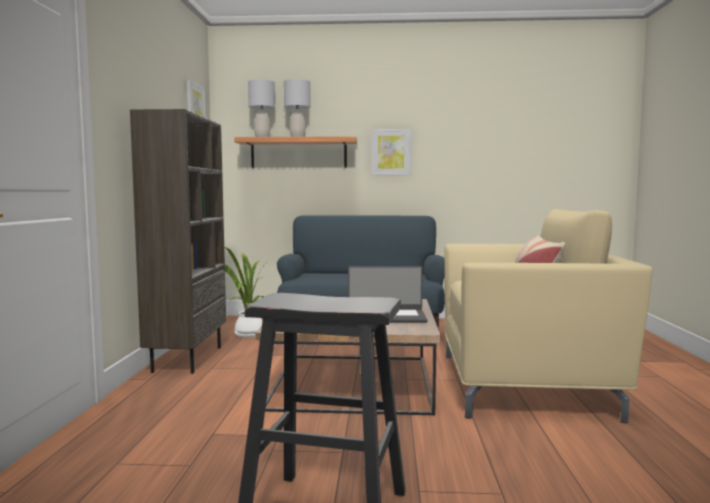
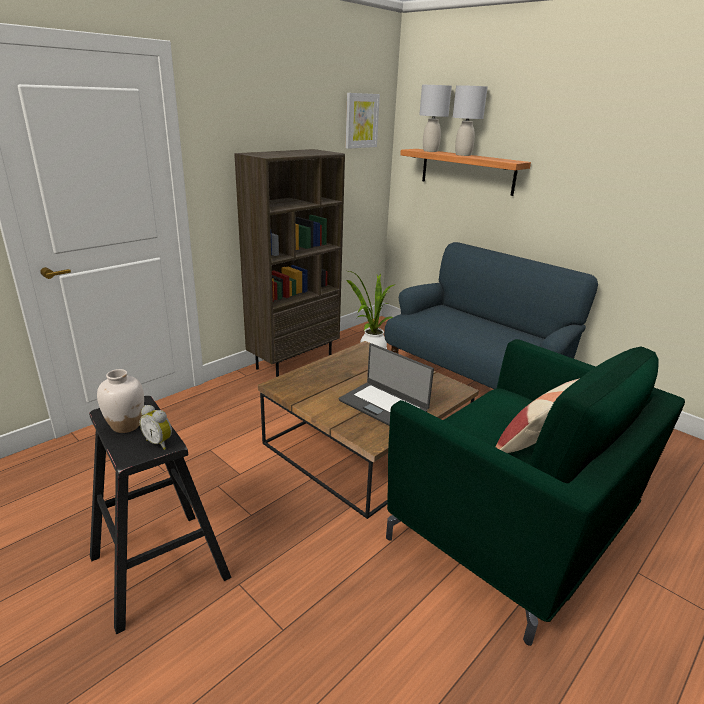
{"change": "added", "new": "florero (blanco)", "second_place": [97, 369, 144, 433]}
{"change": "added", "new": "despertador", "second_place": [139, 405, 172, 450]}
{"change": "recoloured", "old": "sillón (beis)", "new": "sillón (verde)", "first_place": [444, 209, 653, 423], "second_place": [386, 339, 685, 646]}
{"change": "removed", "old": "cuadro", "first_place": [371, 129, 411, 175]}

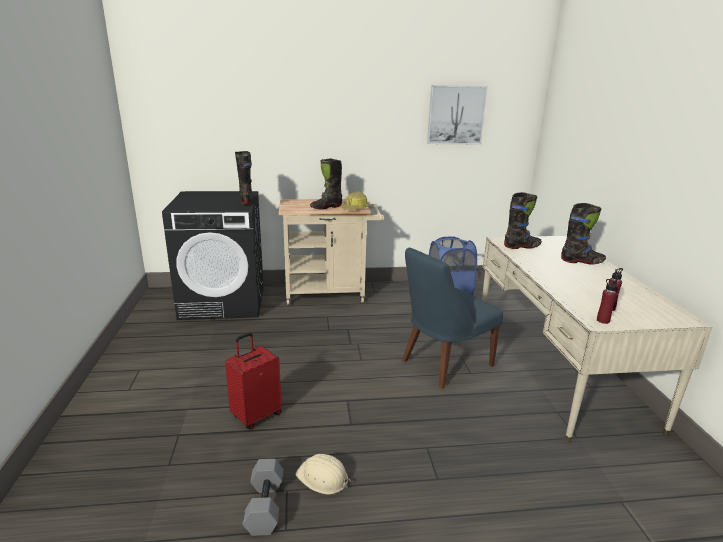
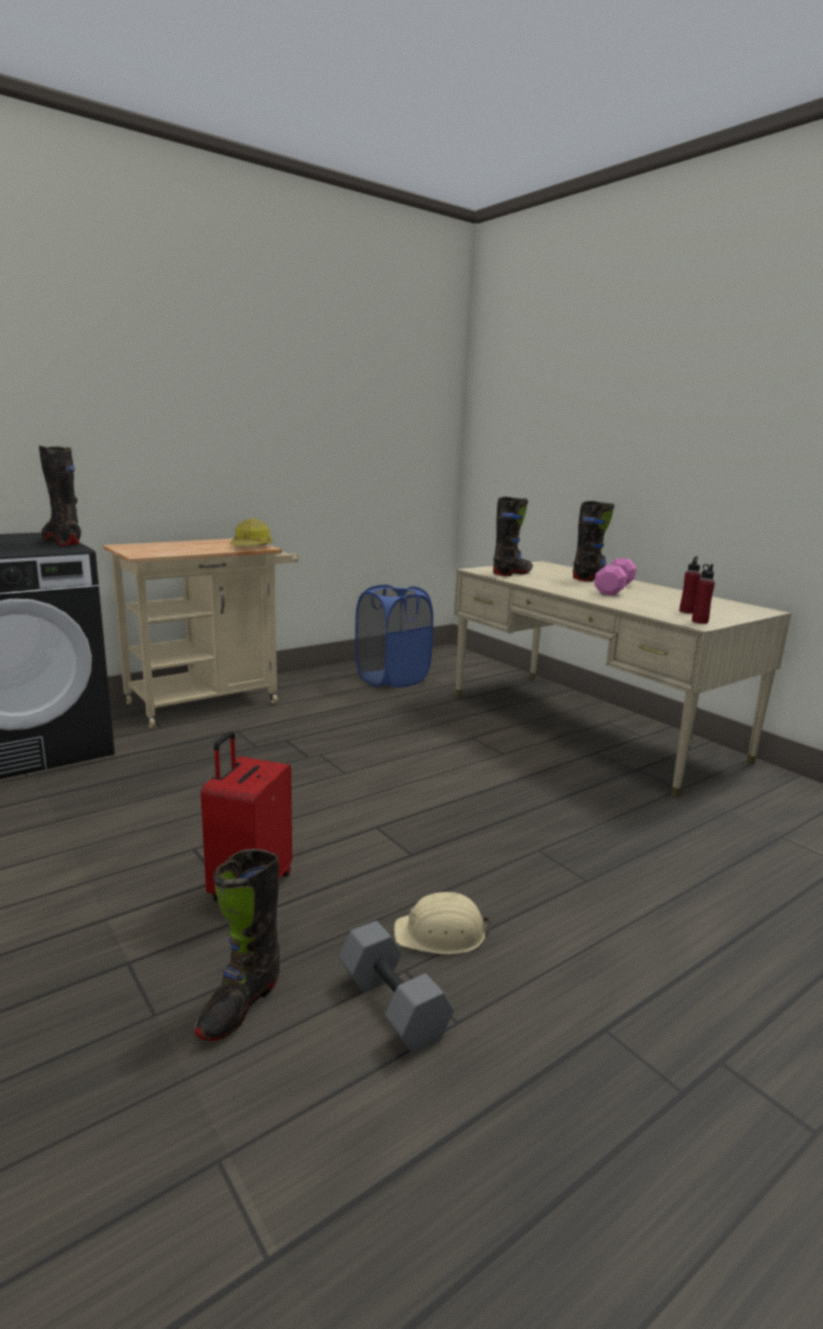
{"change": "moved", "old": "bota (negro)", "first_place": [310, 159, 342, 210], "second_place": [193, 849, 280, 1041]}
{"change": "added", "new": "mancuerna (rosa)", "second_place": [594, 558, 637, 596]}
{"change": "removed", "old": "silla (azul)", "first_place": [402, 248, 503, 389]}
{"change": "removed", "old": "cuadro", "first_place": [427, 85, 488, 144]}

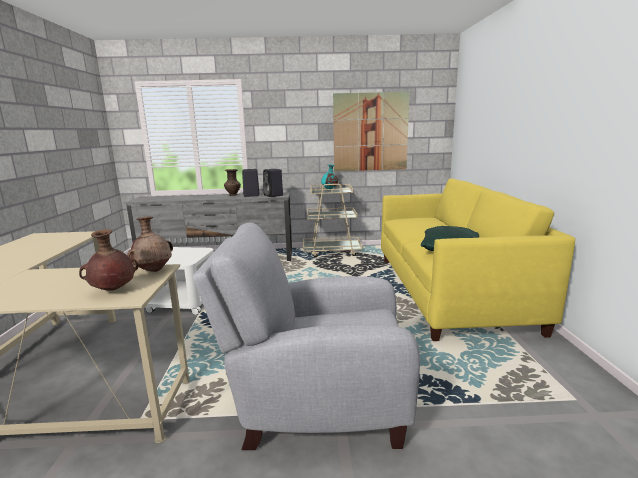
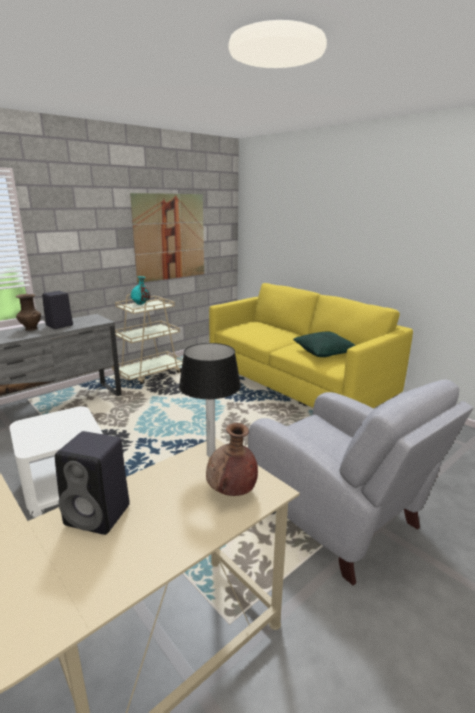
{"change": "moved", "old": "altavoz (negro)", "first_place": [263, 169, 283, 197], "second_place": [55, 431, 130, 535]}
{"change": "replaced", "old": "florero (marrón)", "new": "lámpara de mesa", "first_place": [127, 217, 173, 272], "second_place": [179, 343, 241, 457]}
{"change": "turned", "old": "sillón (gris)", "first_place": [193, 223, 420, 450], "second_place": [248, 380, 473, 586], "degrees": -90}

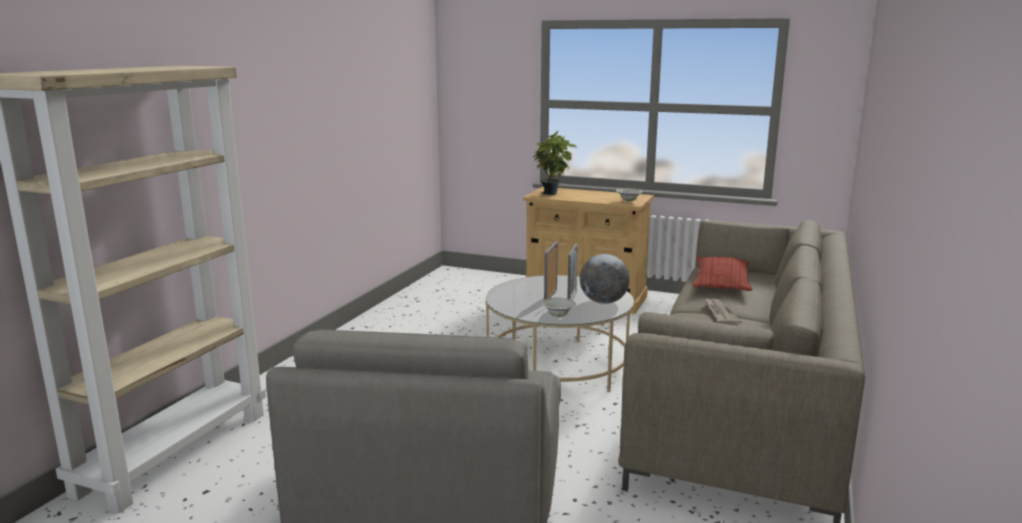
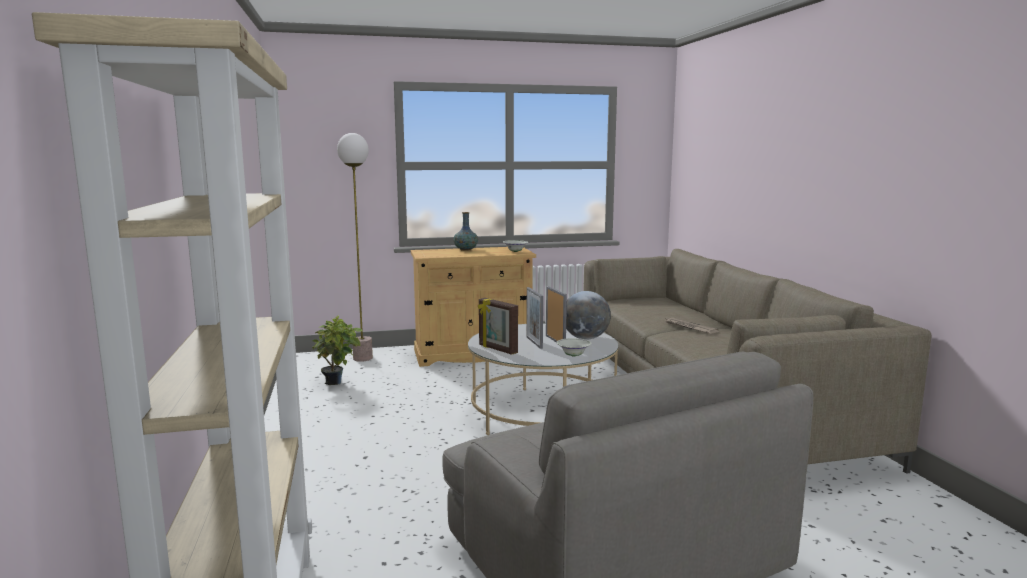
{"change": "moved", "old": "planta en maceta", "first_place": [534, 131, 578, 195], "second_place": [312, 315, 363, 385]}
{"change": "added", "new": "lámpara de pie", "second_place": [337, 133, 373, 362]}
{"change": "added", "new": "florero", "second_place": [453, 212, 478, 251]}
{"change": "added", "new": "portarretratos", "second_place": [478, 298, 518, 355]}
{"change": "removed", "old": "cojín", "first_place": [692, 256, 752, 291]}

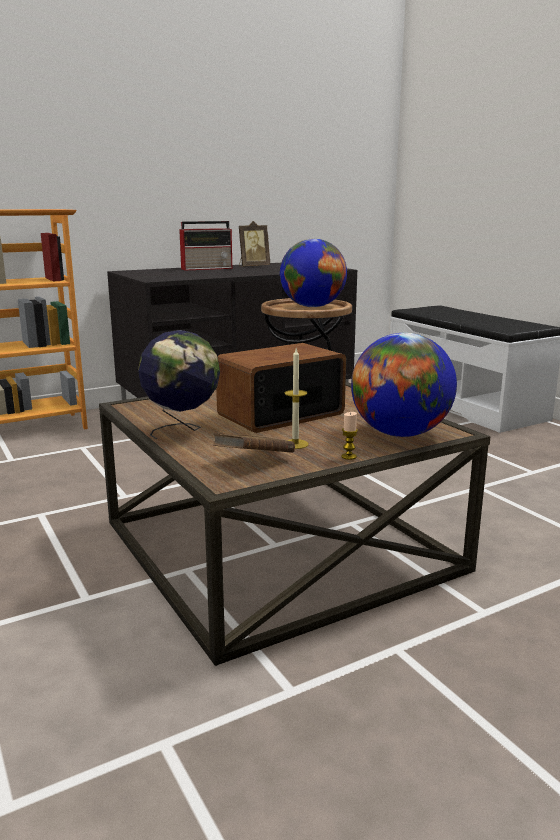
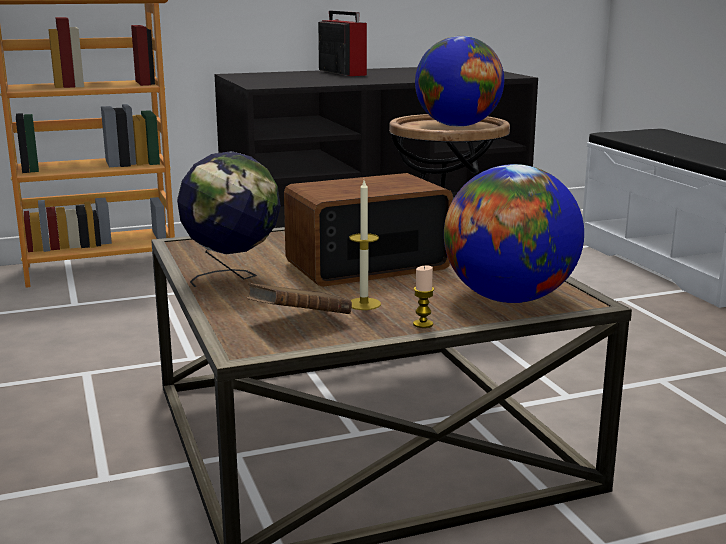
{"change": "turned", "old": "radio", "first_place": [179, 221, 233, 271], "second_place": [318, 11, 367, 76], "degrees": -105}
{"change": "removed", "old": "portarretratos", "first_place": [239, 221, 270, 267]}

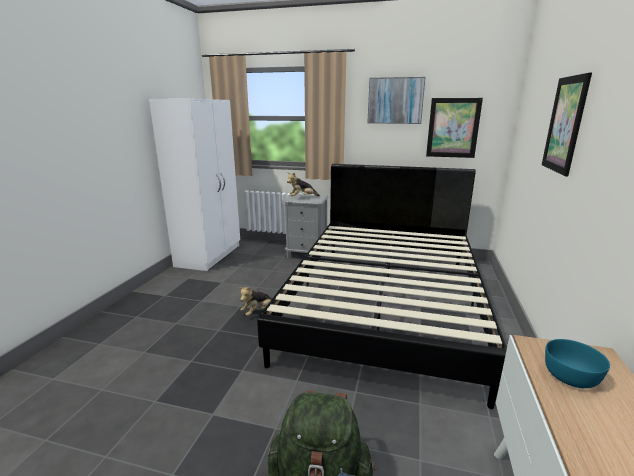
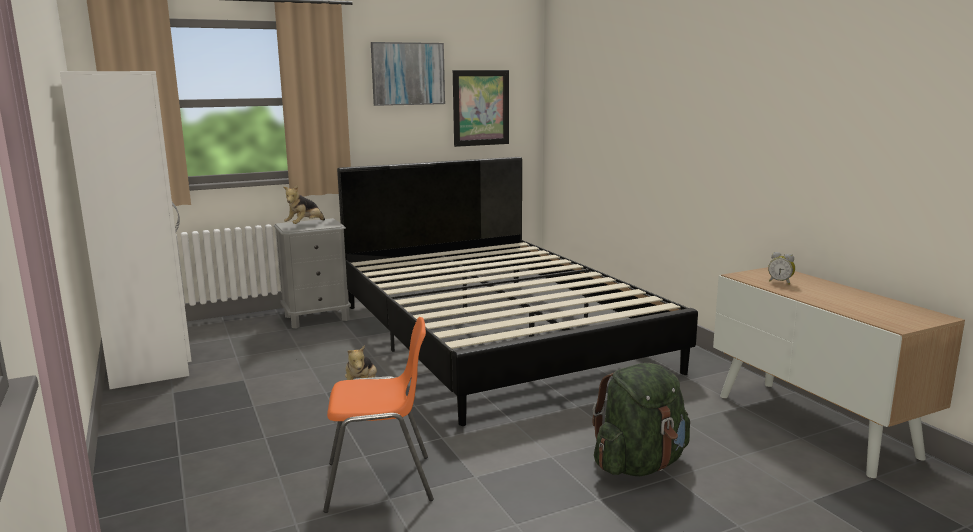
{"change": "added", "new": "silla (naranja)", "second_place": [323, 317, 434, 513]}
{"change": "replaced", "old": "cuenco (turquesa)", "new": "despertador", "first_place": [545, 339, 610, 388], "second_place": [768, 252, 795, 285]}
{"change": "removed", "old": "cuadro", "first_place": [542, 73, 592, 177]}

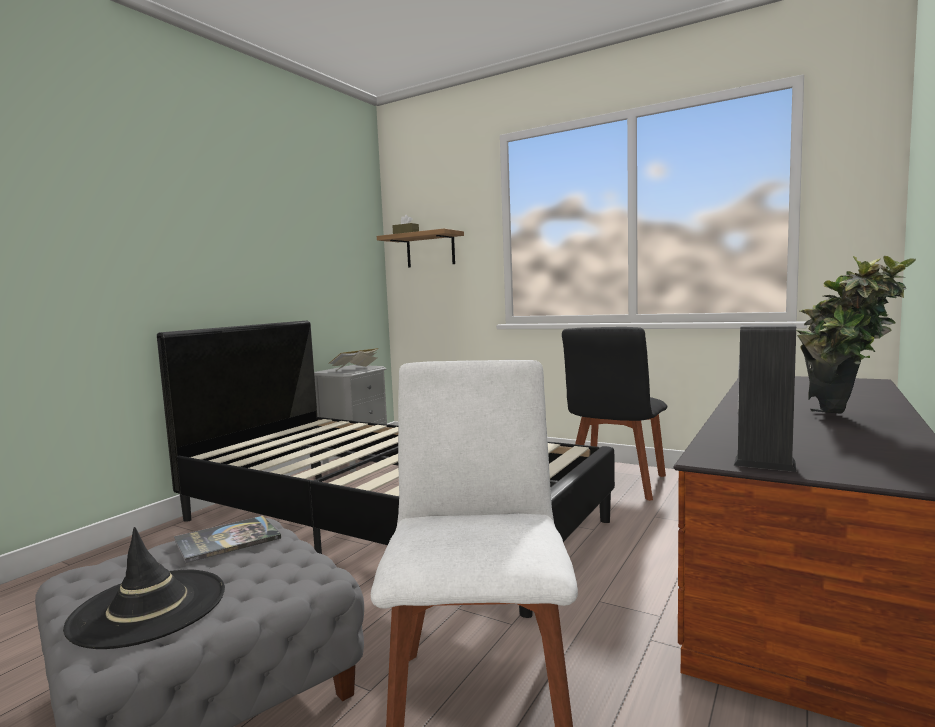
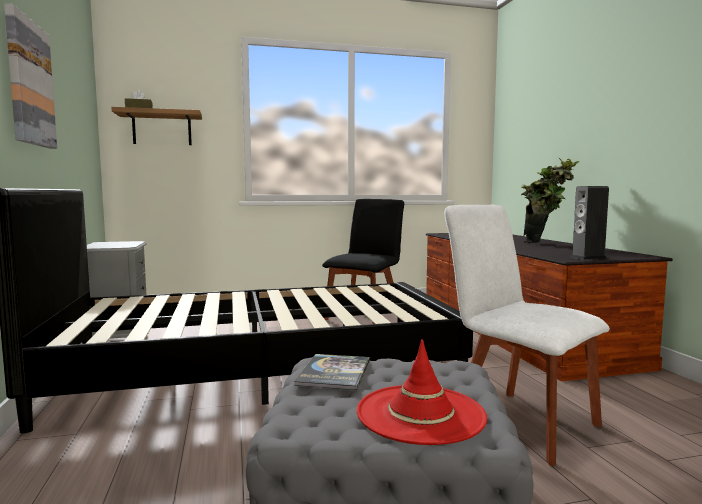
{"change": "added", "new": "cuadro", "second_place": [4, 3, 57, 149]}
{"change": "turned", "old": "silla (negro)", "first_place": [562, 327, 667, 501], "second_place": [322, 199, 404, 324], "degrees": -135}
{"change": "recoloured", "old": "sombrero (negro)", "new": "sombrero (rojo)", "first_place": [63, 527, 225, 649], "second_place": [357, 339, 487, 445]}
{"change": "removed", "old": "libro", "first_place": [328, 348, 378, 371]}

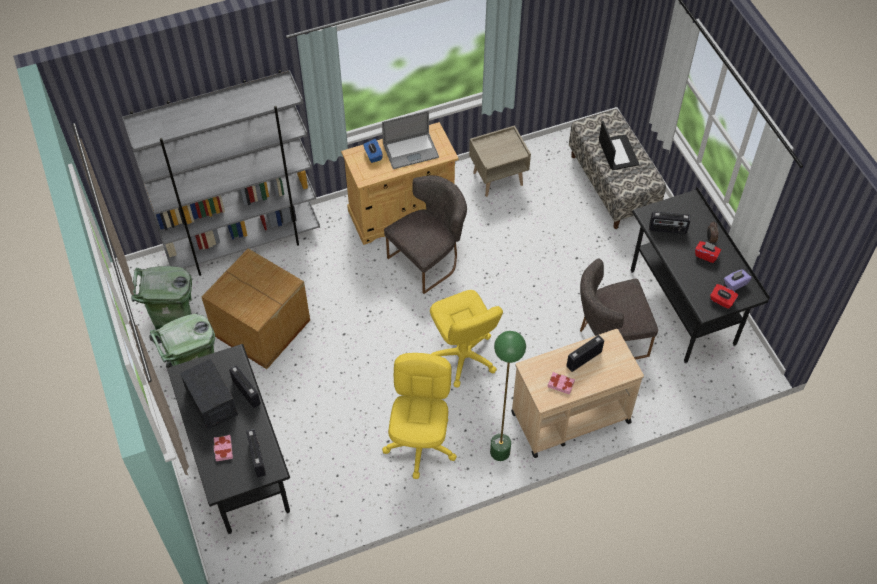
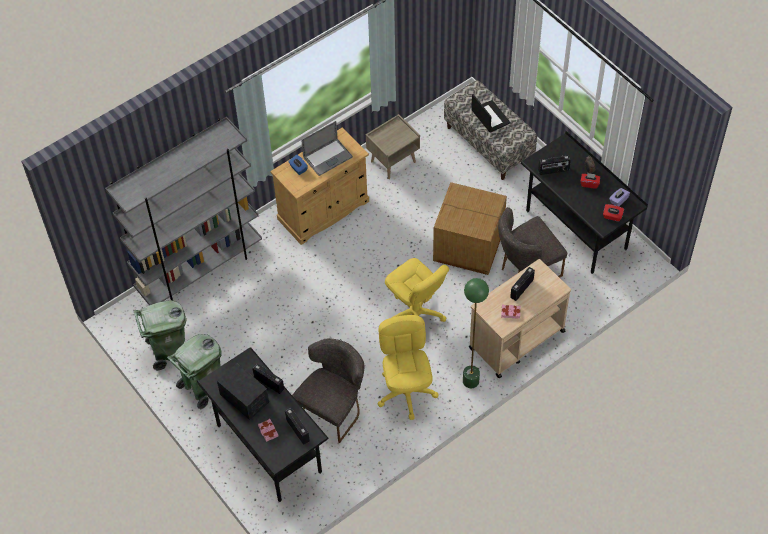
{"change": "moved", "old": "silla (gris)", "first_place": [384, 175, 467, 294], "second_place": [292, 339, 364, 443]}
{"change": "moved", "old": "caja de cartón", "first_place": [202, 248, 310, 369], "second_place": [433, 182, 507, 275]}

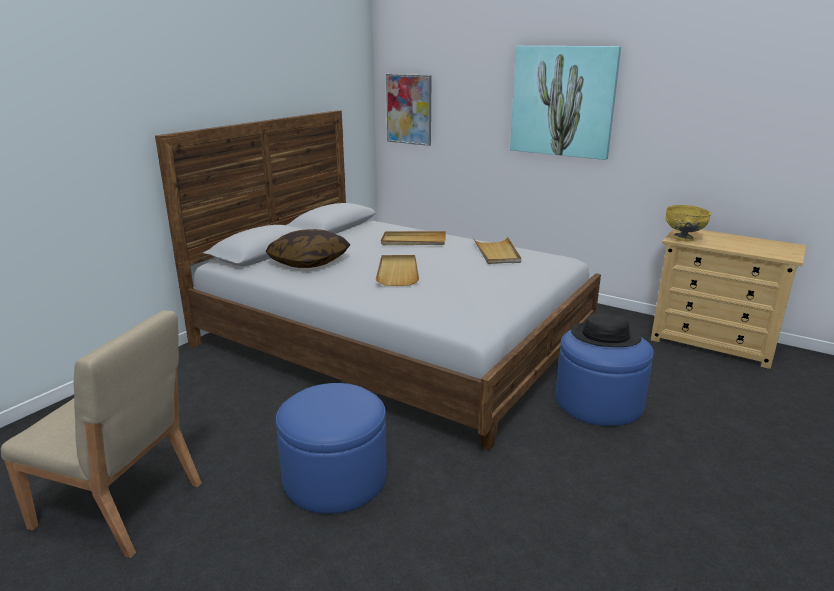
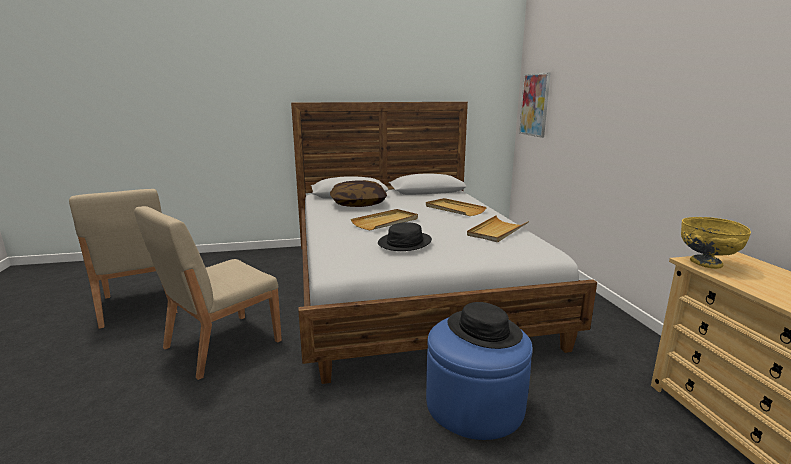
{"change": "replaced", "old": "puf (azul)", "new": "silla (beis)", "first_place": [276, 383, 387, 514], "second_place": [134, 206, 282, 380]}
{"change": "added", "new": "sombrero (negro)", "second_place": [378, 222, 432, 251]}
{"change": "removed", "old": "cuadro", "first_place": [510, 46, 621, 160]}

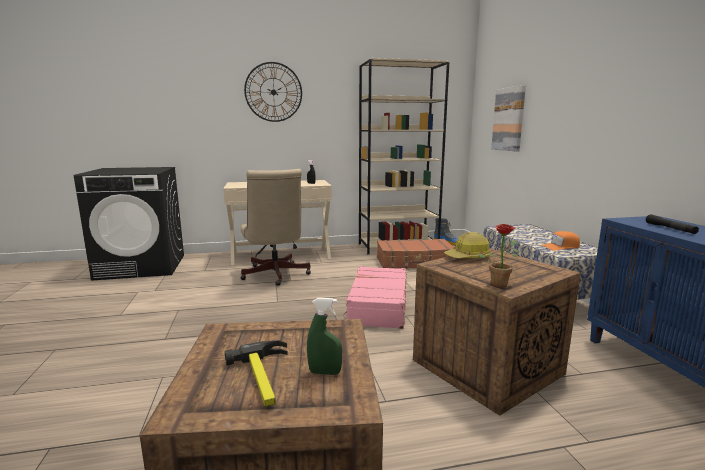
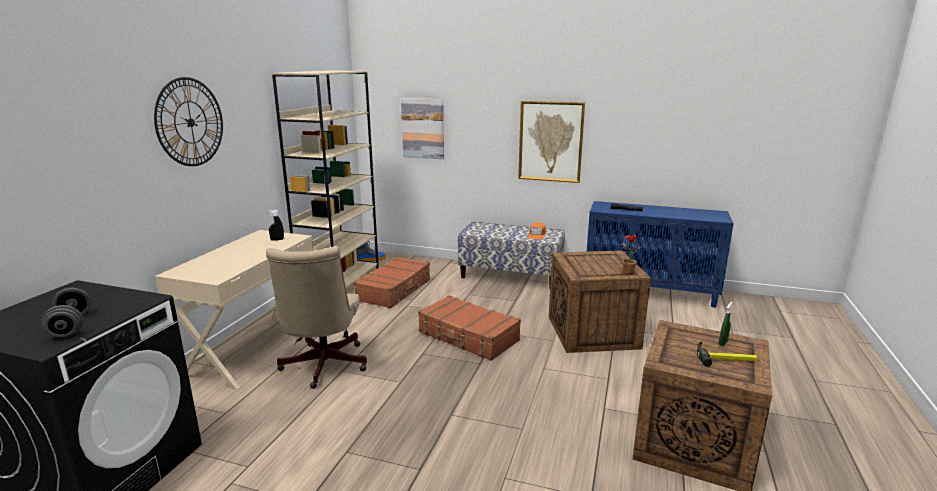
{"change": "added", "new": "mancuerna (gris)", "second_place": [41, 288, 91, 337]}
{"change": "turned", "old": "silla de oficina (beis)", "first_place": [241, 169, 311, 286], "second_place": [266, 246, 367, 389], "degrees": 75}
{"change": "recoloured", "old": "maleta (rosa)", "new": "maleta (marrón)", "first_place": [343, 266, 407, 329], "second_place": [418, 295, 521, 361]}
{"change": "added", "new": "cuadro", "second_place": [518, 101, 585, 183]}
{"change": "removed", "old": "casco", "first_place": [444, 232, 492, 258]}

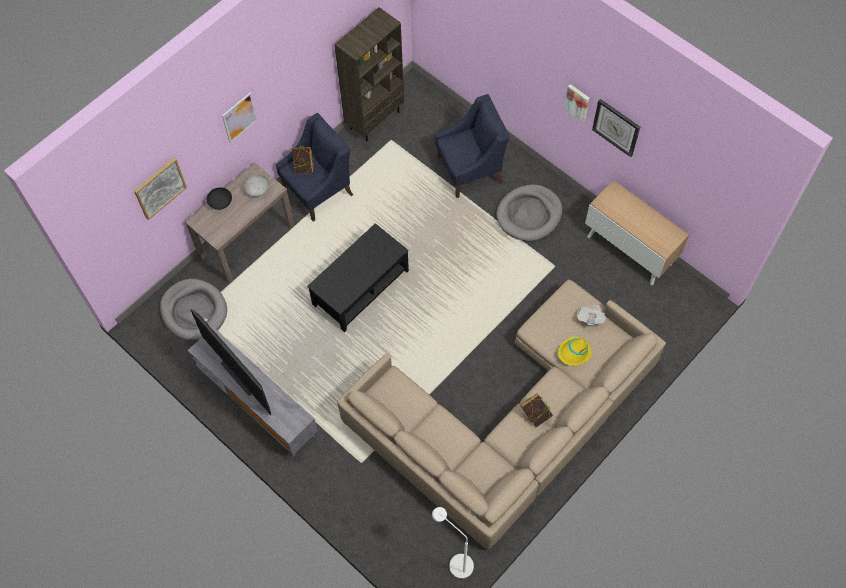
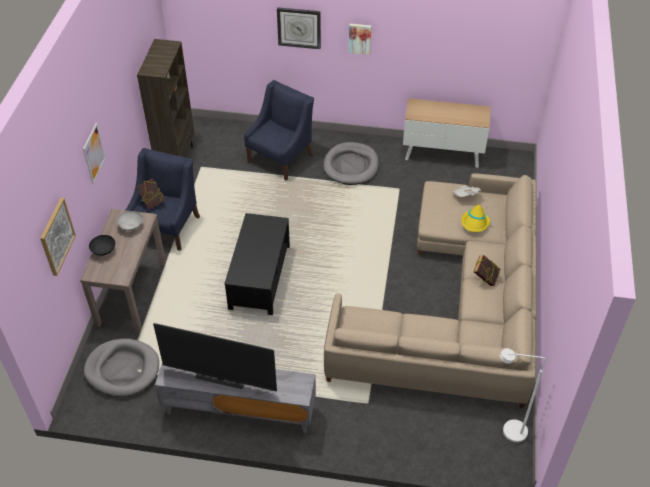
{"change": "moved", "old": "reloj de pared", "first_place": [592, 99, 640, 157], "second_place": [277, 7, 321, 49]}

